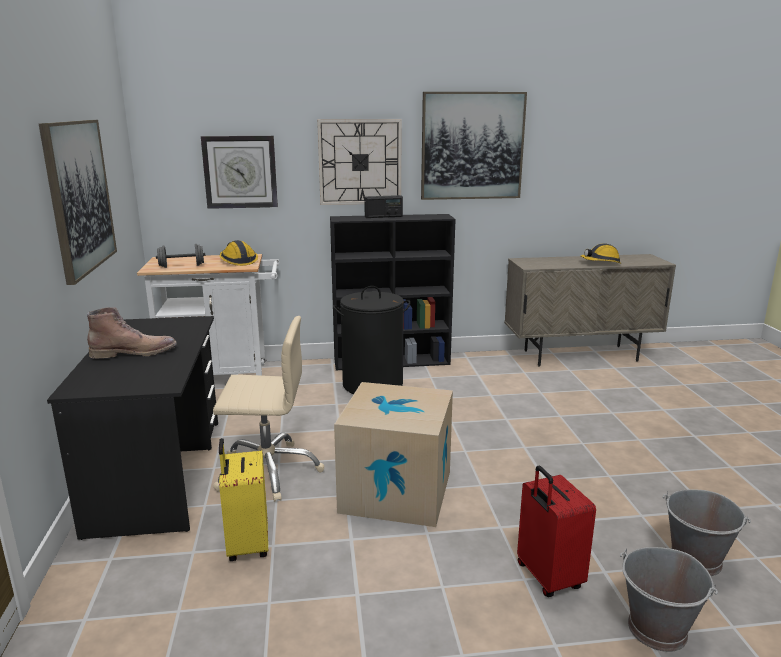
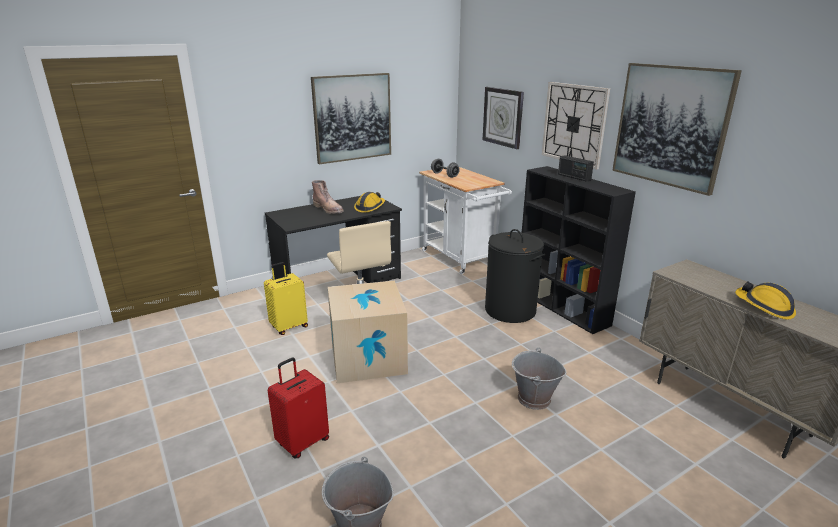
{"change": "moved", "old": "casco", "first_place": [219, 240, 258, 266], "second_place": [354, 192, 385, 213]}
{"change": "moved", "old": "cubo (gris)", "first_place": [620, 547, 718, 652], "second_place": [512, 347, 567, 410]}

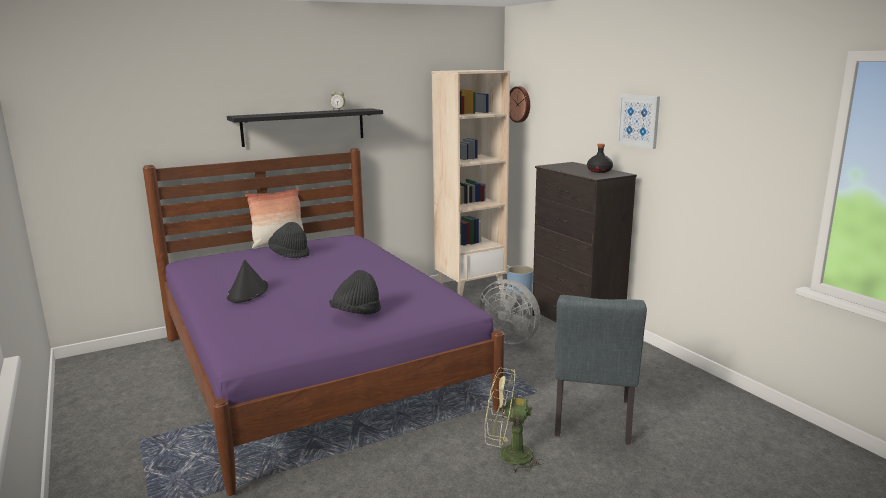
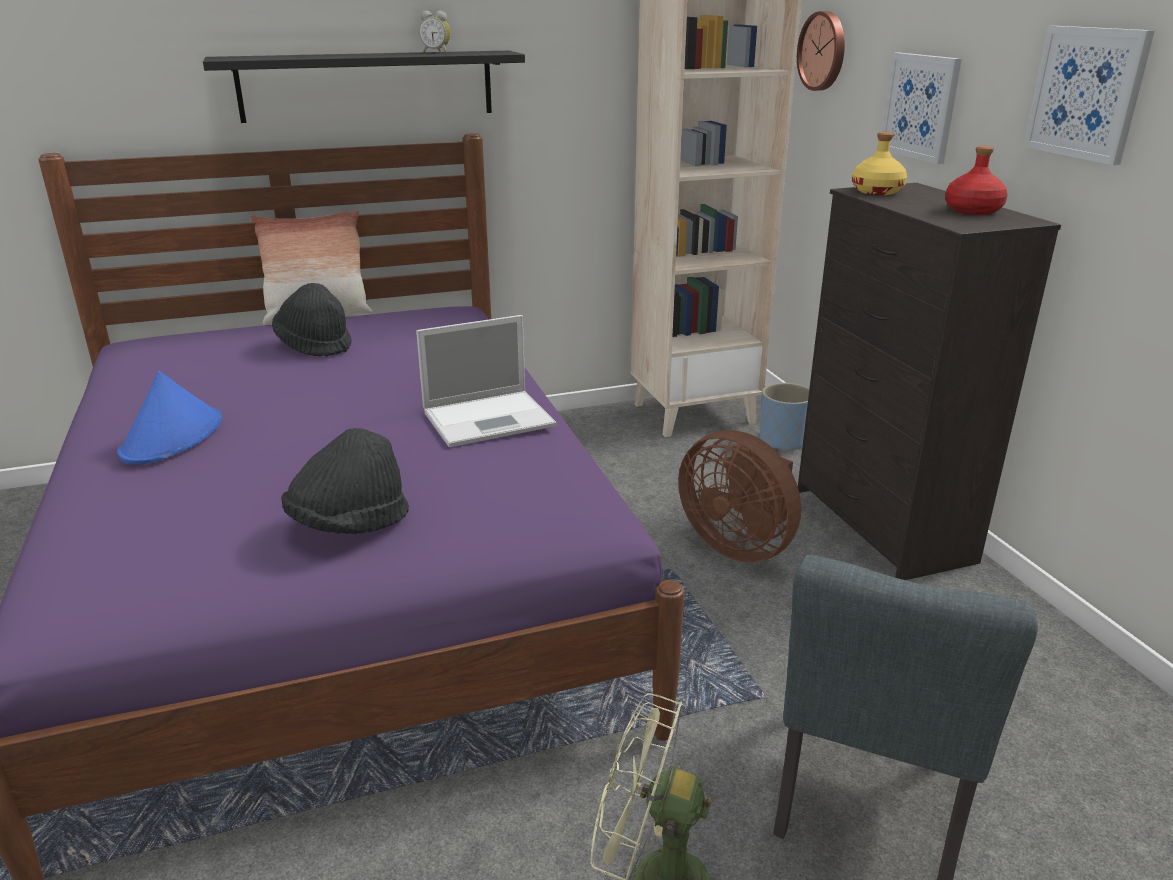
{"change": "recoloured", "old": "sombrero (negro)", "new": "sombrero (azul)", "first_place": [227, 259, 268, 303], "second_place": [117, 371, 222, 465]}
{"change": "added", "new": "portátil", "second_place": [416, 315, 556, 447]}
{"change": "recoloured", "old": "ventilador (gris)", "new": "ventilador (marrón)", "first_place": [478, 279, 540, 345], "second_place": [678, 430, 801, 563]}
{"change": "added", "new": "botella (amarillo)", "second_place": [852, 132, 907, 195]}
{"change": "added", "new": "cuadro", "second_place": [882, 53, 962, 164]}
{"change": "recoloured", "old": "botella (negro)", "new": "botella (rojo)", "first_place": [587, 144, 613, 173], "second_place": [945, 146, 1008, 215]}

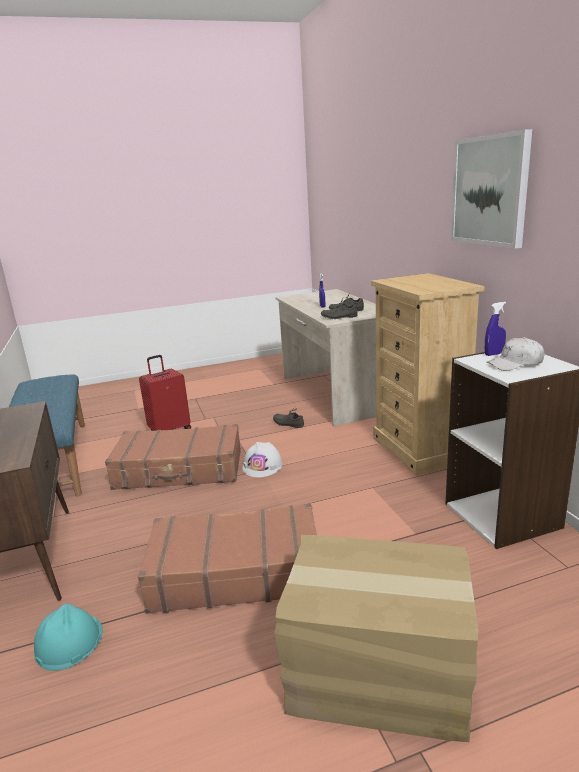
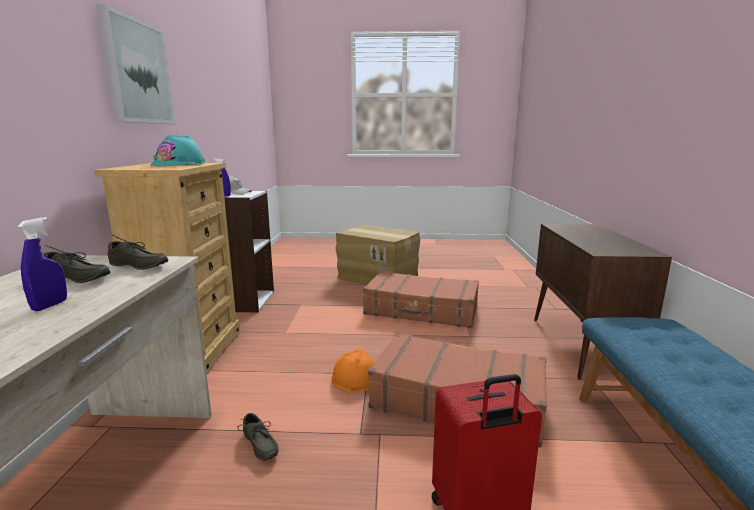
{"change": "moved", "old": "casco (turquesa)", "first_place": [34, 603, 103, 671], "second_place": [151, 135, 205, 166]}
{"change": "recoloured", "old": "casco (blanco)", "new": "casco (naranja)", "first_place": [242, 442, 283, 478], "second_place": [332, 349, 374, 392]}

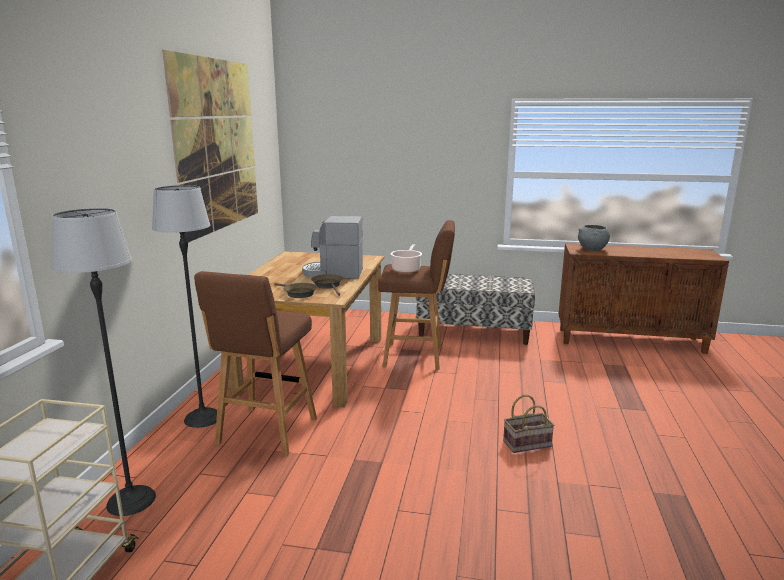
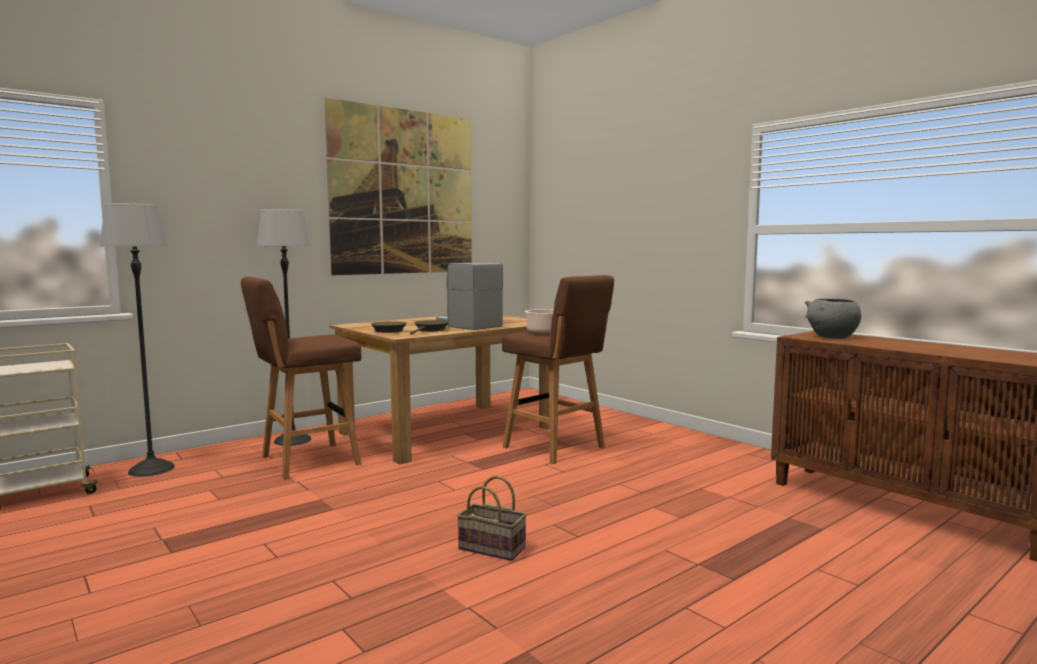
{"change": "removed", "old": "banco", "first_place": [416, 274, 535, 345]}

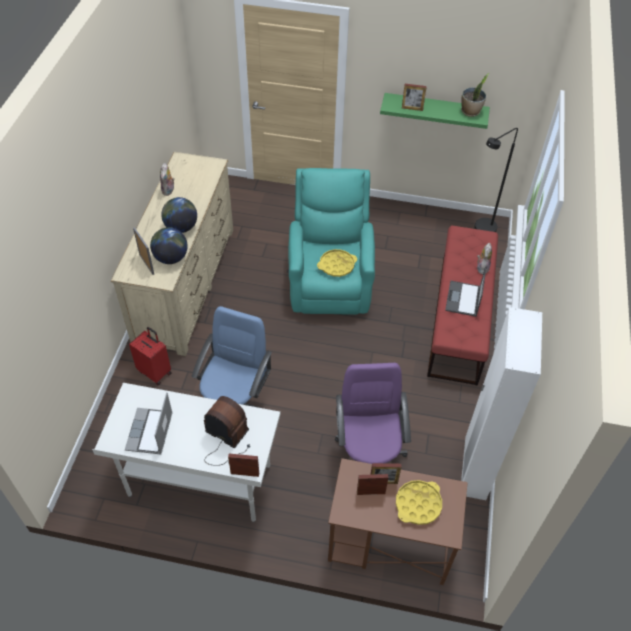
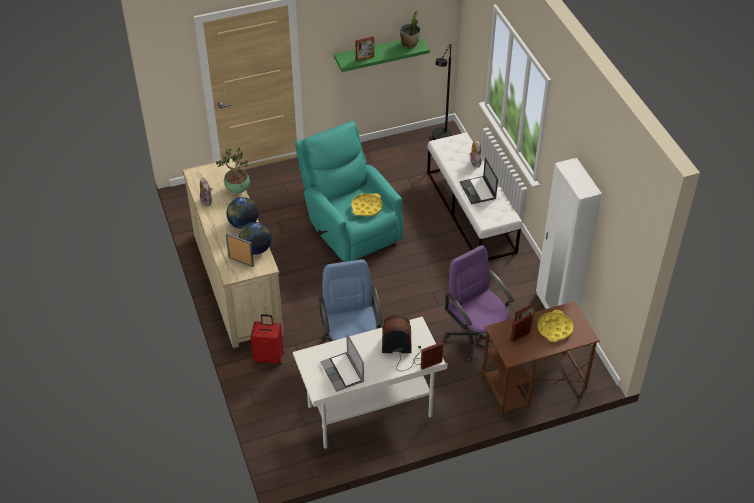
{"change": "added", "new": "planta en maceta", "second_place": [216, 148, 250, 194]}
{"change": "recoloured", "old": "banco (rojo)", "new": "banco (blanco)", "first_place": [427, 226, 498, 385], "second_place": [427, 133, 522, 261]}

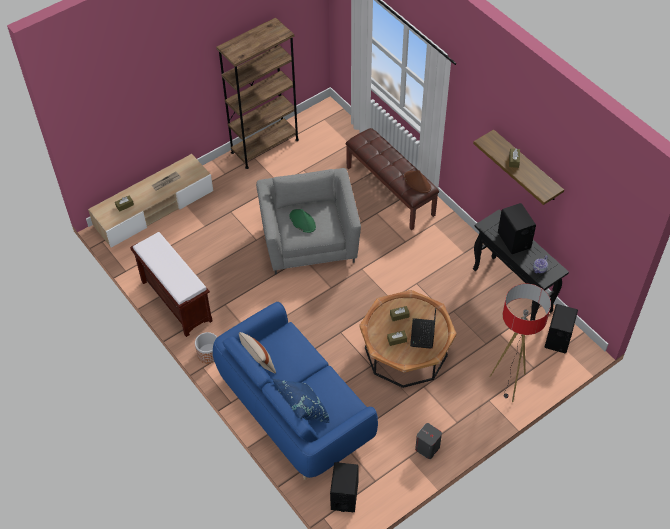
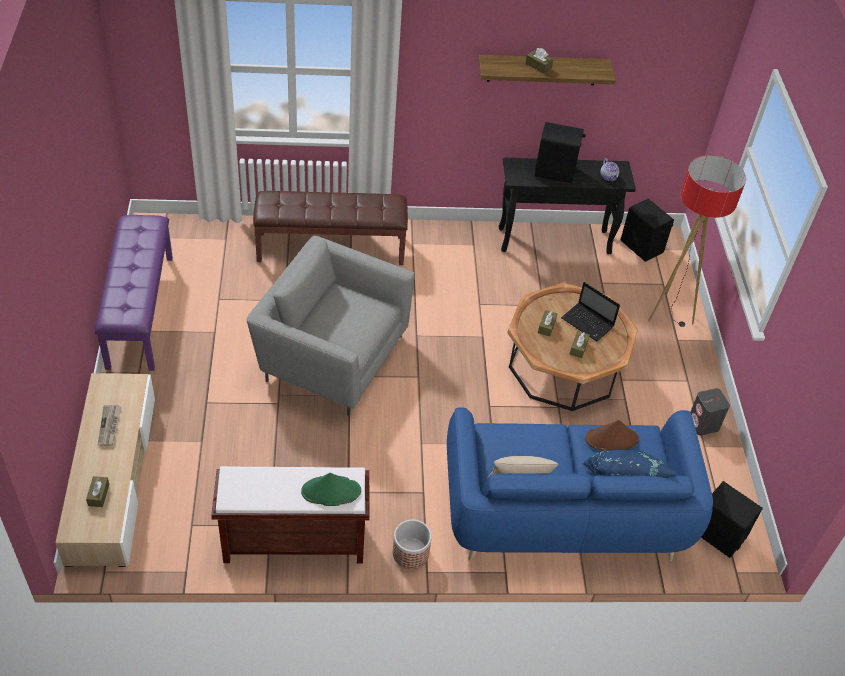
{"change": "replaced", "old": "estantería (marrón)", "new": "banco (morado)", "first_place": [216, 17, 299, 169], "second_place": [95, 215, 173, 371]}
{"change": "moved", "old": "sombrero (verde)", "first_place": [290, 209, 316, 233], "second_place": [301, 473, 361, 506]}
{"change": "moved", "old": "sombrero (marrón)", "first_place": [404, 170, 431, 193], "second_place": [585, 420, 639, 451]}

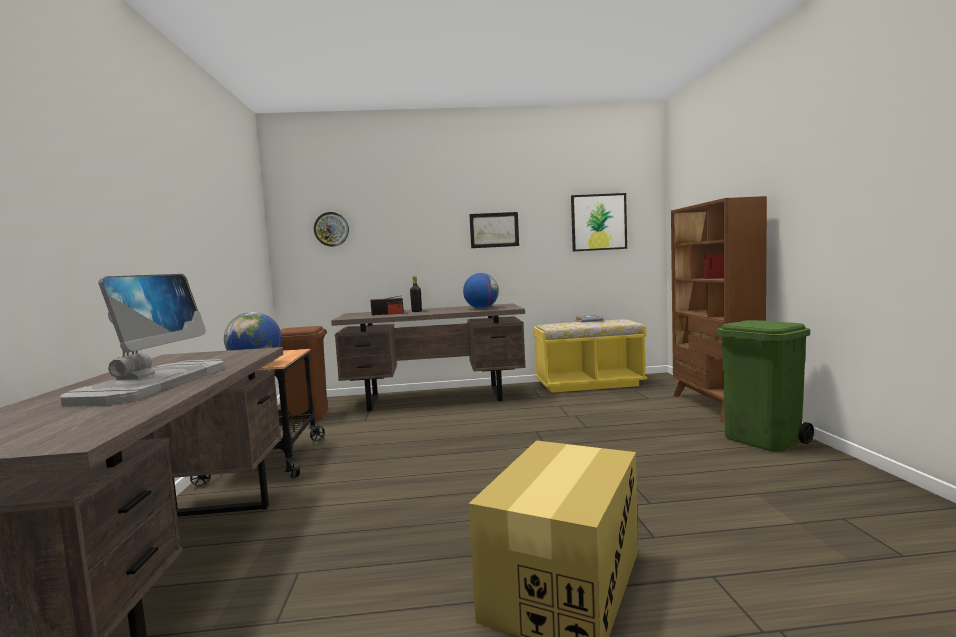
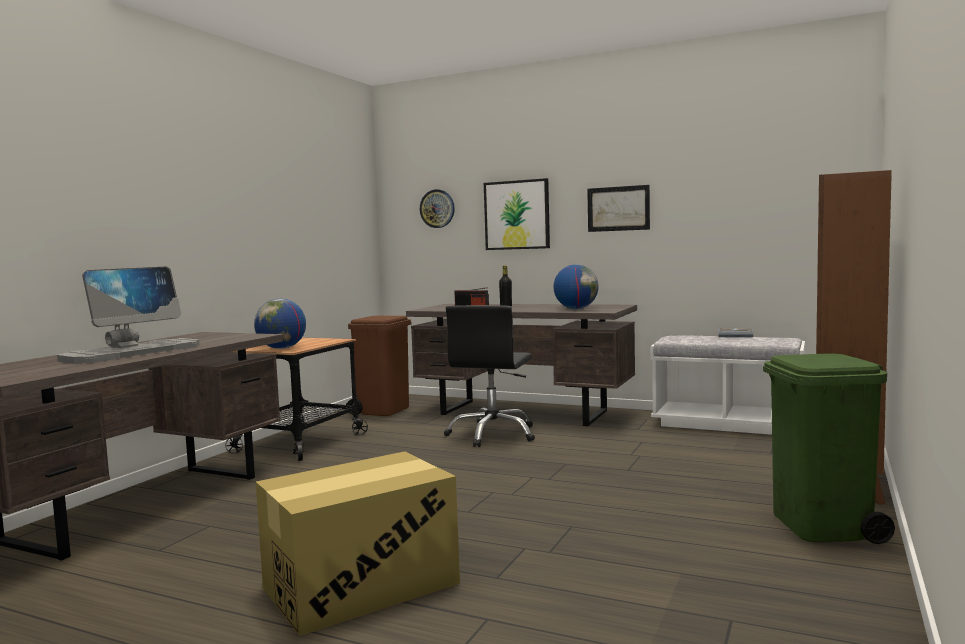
{"change": "added", "new": "silla de oficina (negro)", "second_place": [444, 305, 535, 447]}
{"change": "moved", "old": "cuadro", "first_place": [571, 193, 627, 251], "second_place": [484, 178, 550, 250]}
{"change": "recoloured", "old": "banco (amarillo)", "new": "banco (blanco)", "first_place": [533, 319, 647, 393], "second_place": [650, 335, 805, 435]}

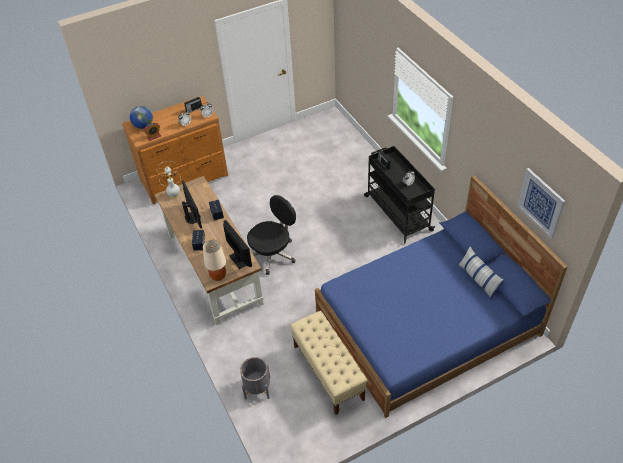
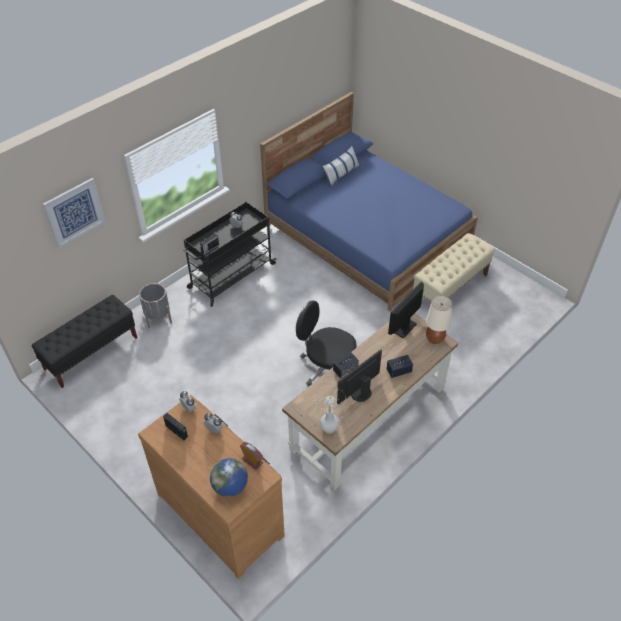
{"change": "added", "new": "banco (negro)", "second_place": [32, 295, 137, 388]}
{"change": "moved", "old": "cuadro", "first_place": [517, 168, 565, 239], "second_place": [43, 178, 105, 248]}
{"change": "moved", "old": "maceta (gris)", "first_place": [240, 357, 270, 400], "second_place": [139, 283, 172, 328]}

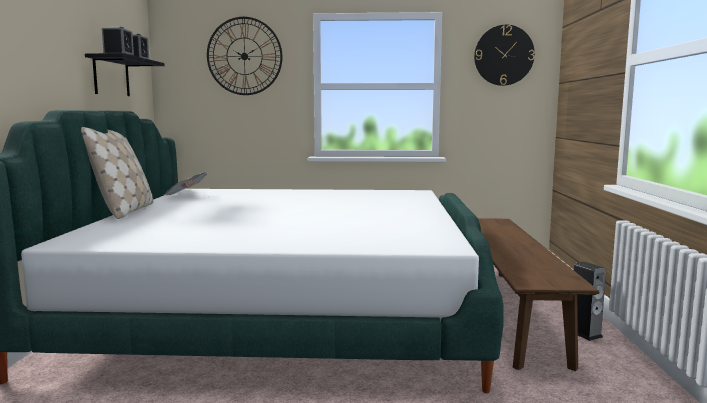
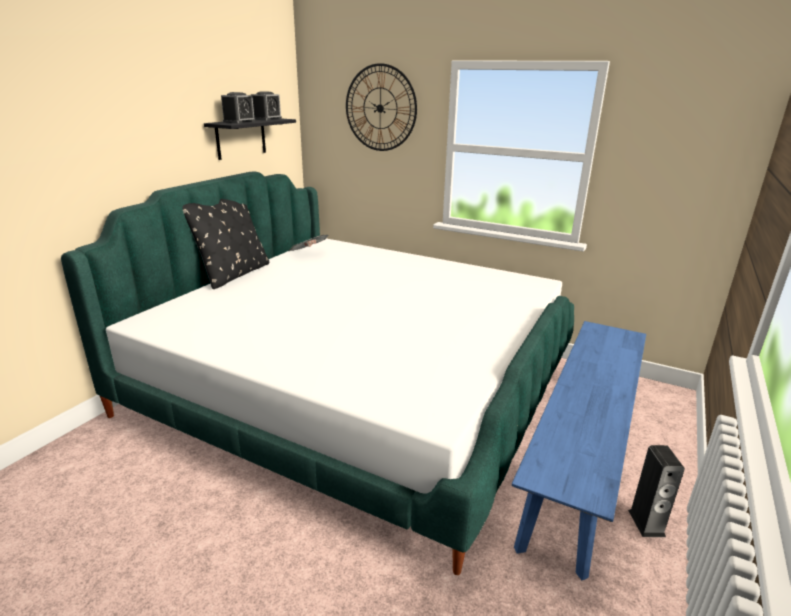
{"change": "recoloured", "old": "cojín (beis)", "new": "cojín (negro)", "first_place": [81, 127, 153, 219], "second_place": [182, 199, 269, 289]}
{"change": "recoloured", "old": "banco (marrón)", "new": "banco (azul)", "first_place": [478, 218, 599, 371], "second_place": [512, 321, 646, 580]}
{"change": "removed", "old": "reloj de pared", "first_place": [474, 25, 535, 86]}

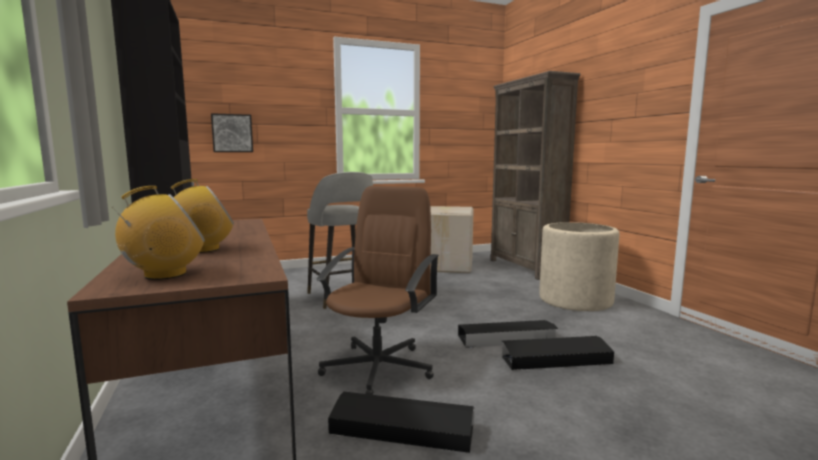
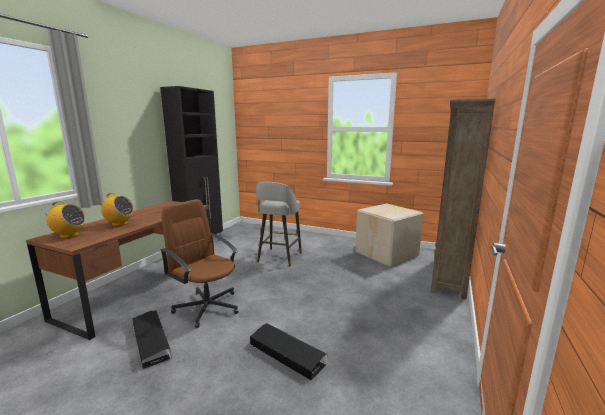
{"change": "turned", "old": "silla de oficina (marrón)", "first_place": [317, 186, 439, 395], "second_place": [160, 199, 239, 328], "degrees": -120}
{"change": "removed", "old": "cuadro", "first_place": [211, 113, 253, 152]}
{"change": "removed", "old": "caja de almacenaje (negro)", "first_place": [458, 320, 558, 348]}
{"change": "removed", "old": "maceta (beis)", "first_place": [539, 222, 619, 311]}

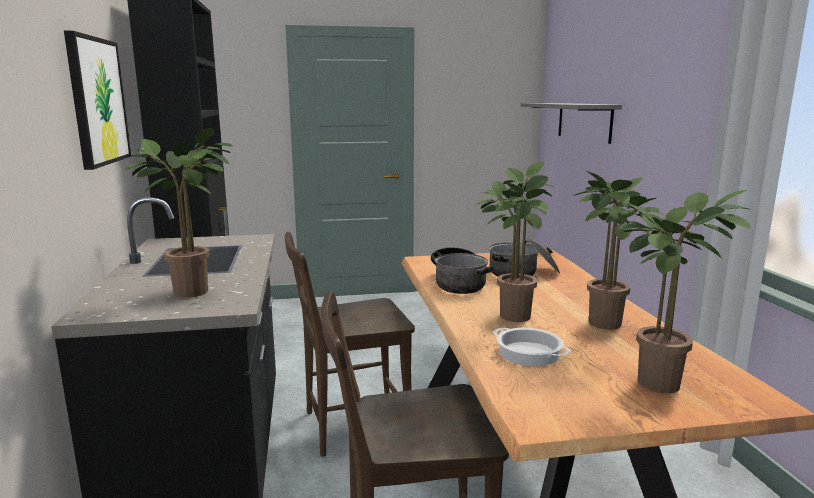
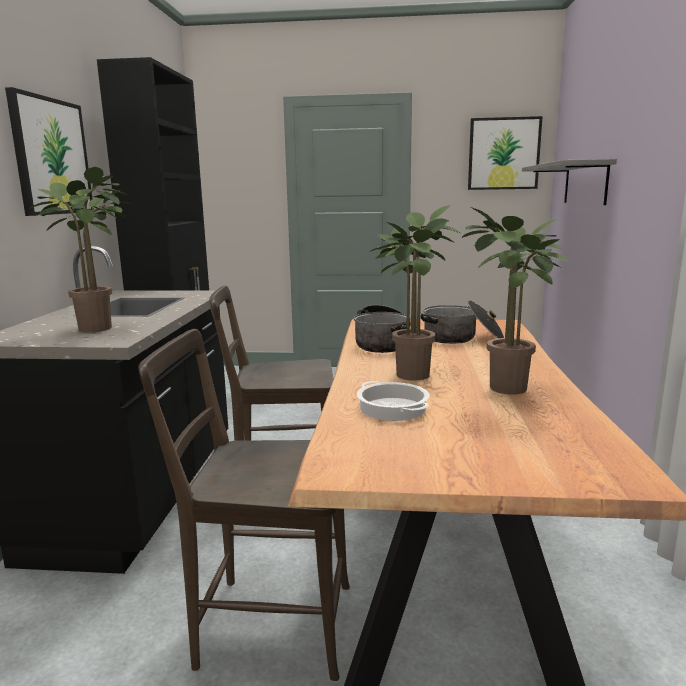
{"change": "added", "new": "cuadro", "second_place": [468, 116, 543, 190]}
{"change": "removed", "old": "planta en maceta", "first_place": [617, 190, 751, 394]}

